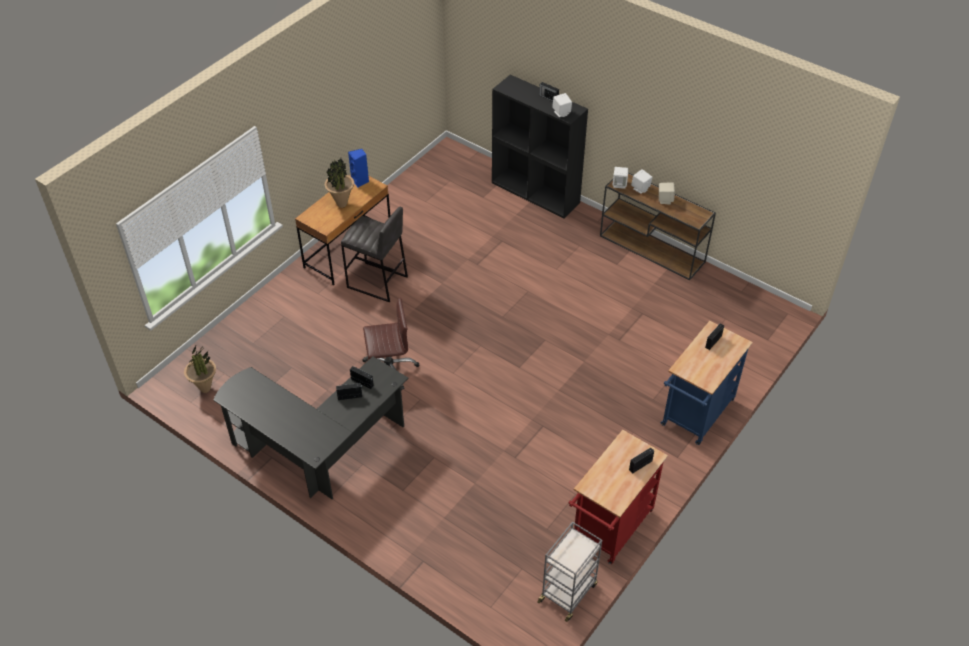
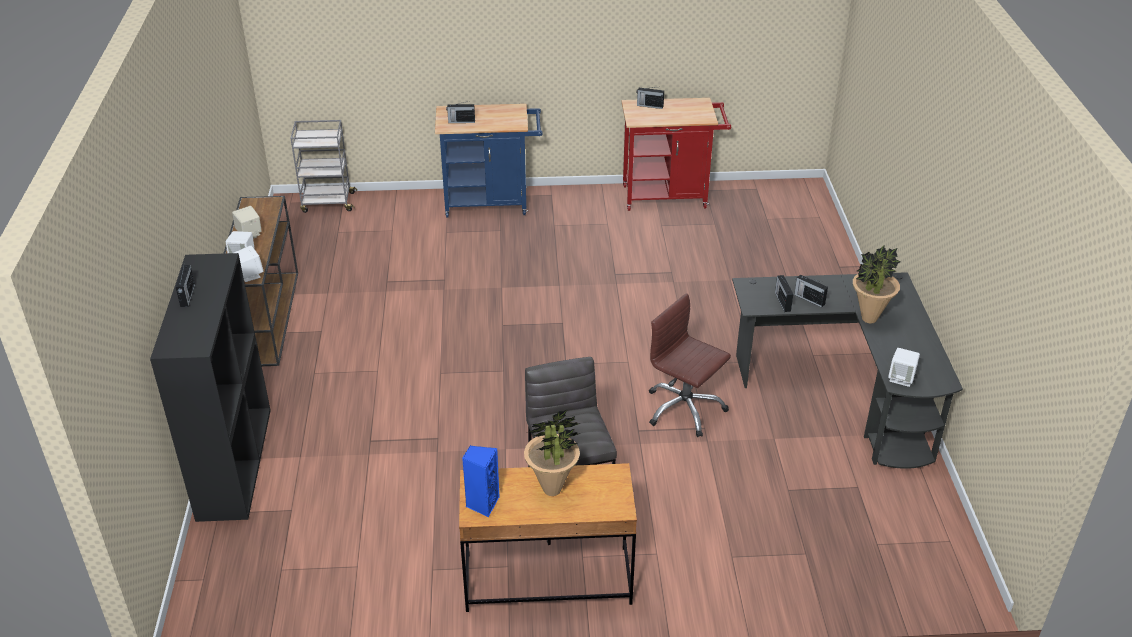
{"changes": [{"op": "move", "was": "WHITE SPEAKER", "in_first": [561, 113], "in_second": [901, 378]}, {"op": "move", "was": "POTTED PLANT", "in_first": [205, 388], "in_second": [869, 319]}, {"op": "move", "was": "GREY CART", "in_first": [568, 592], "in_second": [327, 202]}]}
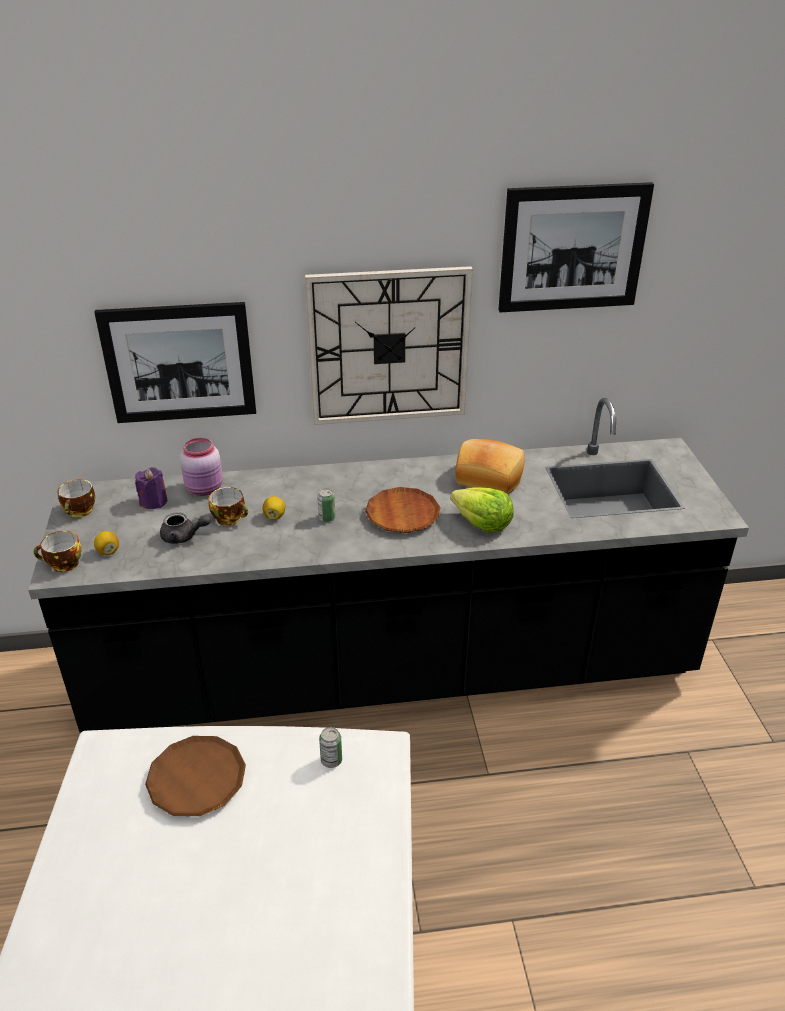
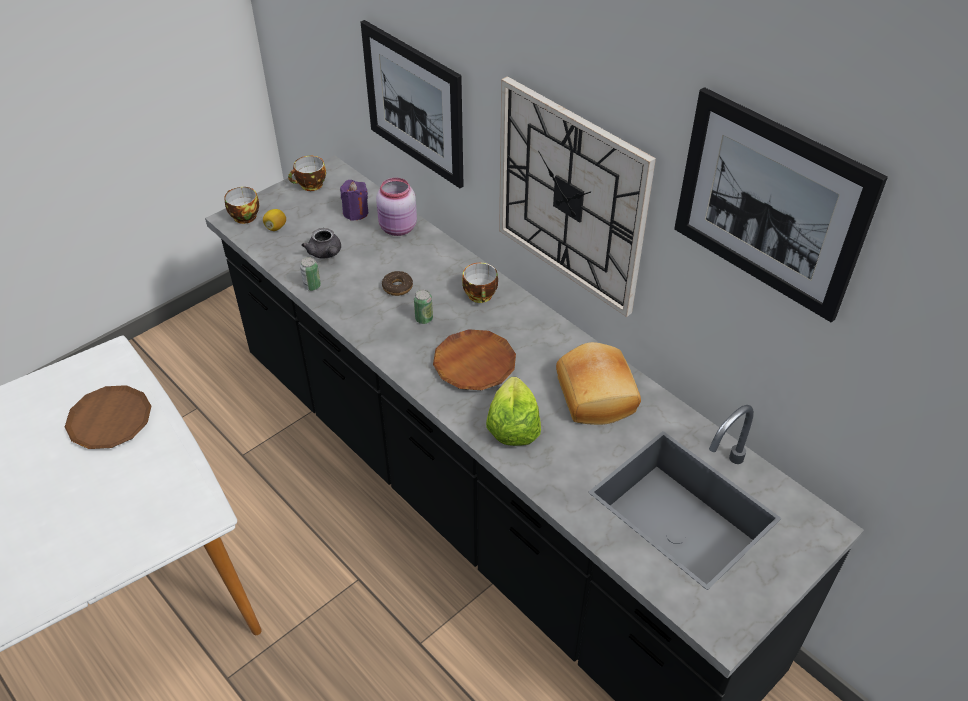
{"changes": [{"op": "move", "was": "CUP", "in_first": [231, 518], "in_second": [481, 296]}, {"op": "replace", "was": "LEMON", "now": "DONUT", "in_first": [274, 516], "in_second": [397, 287]}, {"op": "move", "was": "CAN", "in_first": [331, 760], "in_second": [312, 286]}]}
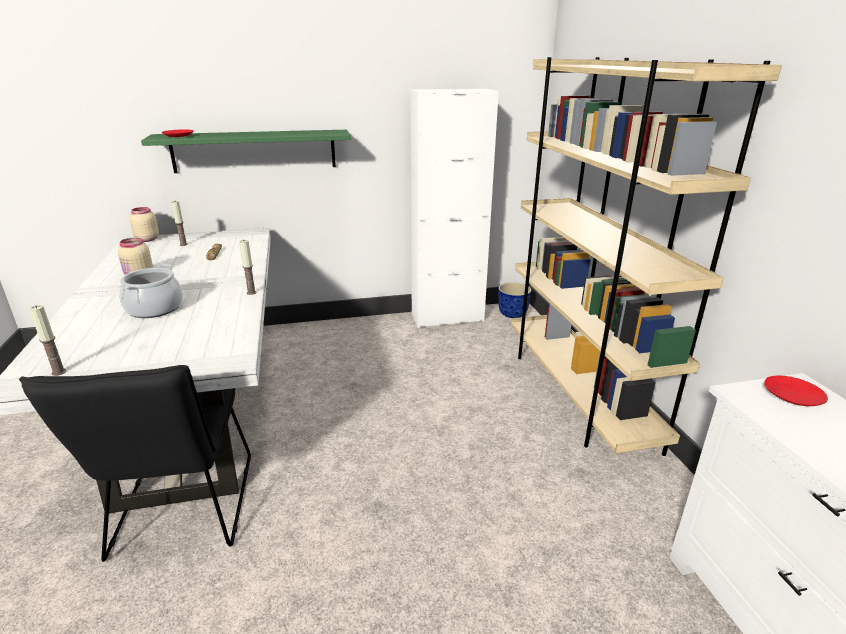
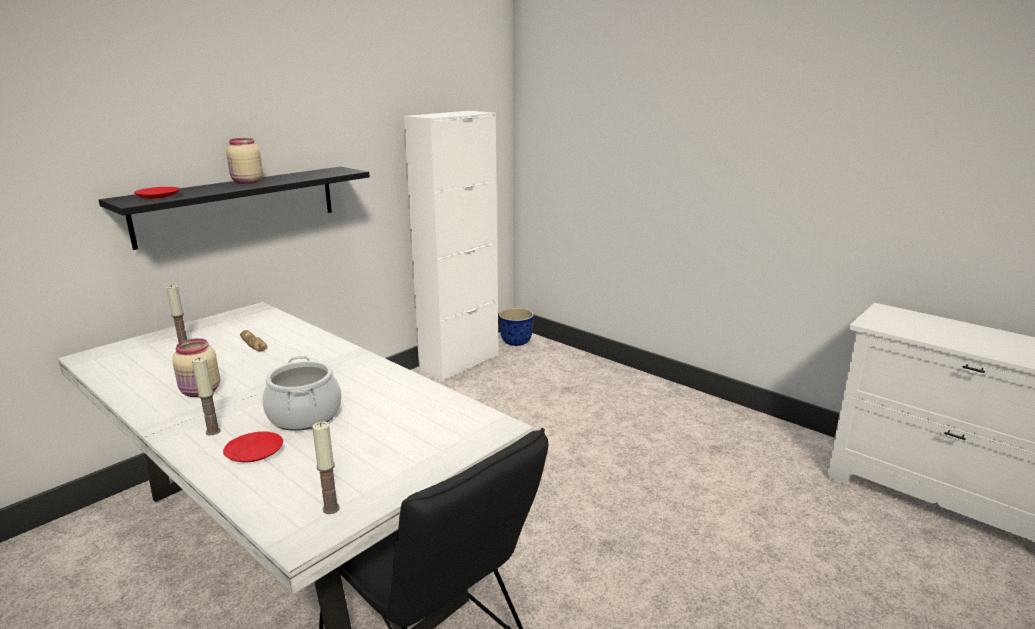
{"changes": [{"op": "delete", "was": "BEIGE BOOKCASE", "in_first": [577, 393]}, {"op": "recolor", "was": "GREEN SHELF", "now": "BLACK SHELF", "in_first": [254, 151], "in_second": [238, 205]}, {"op": "move", "was": "BEIGE JAR", "in_first": [146, 239], "in_second": [246, 182]}, {"op": "move", "was": "CANDLE", "in_first": [251, 292], "in_second": [213, 431]}, {"op": "move", "was": "RED PLATE", "in_first": [791, 396], "in_second": [254, 453]}]}
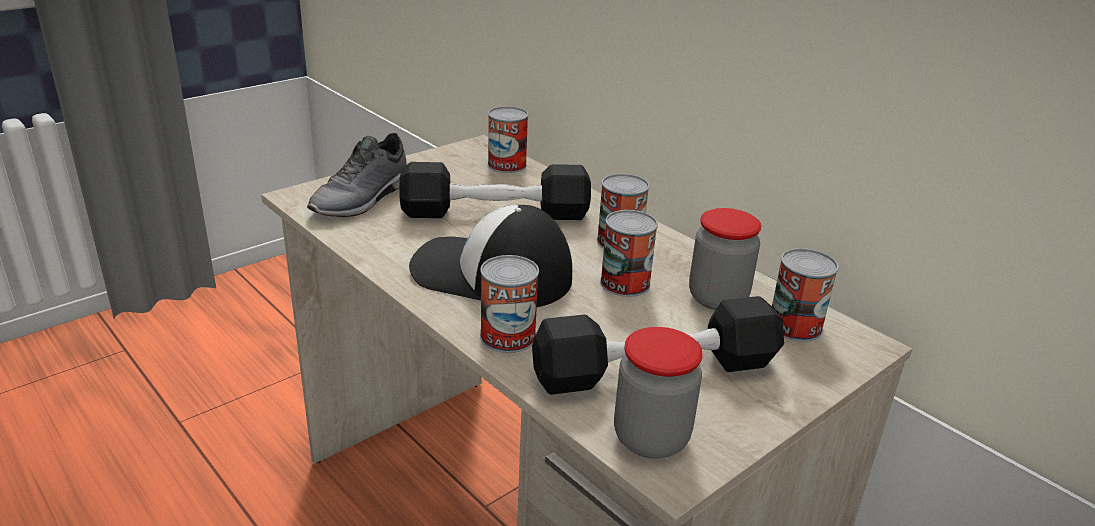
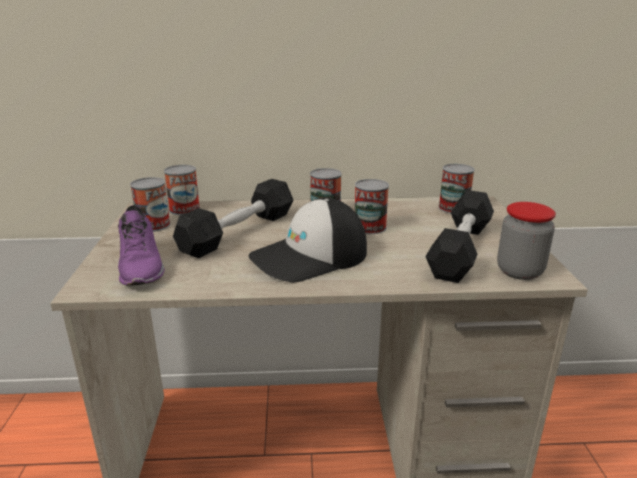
{"changes": [{"op": "recolor", "was": "GREY SHOE", "now": "PURPLE SHOE", "in_first": [364, 199], "in_second": [142, 265]}, {"op": "delete", "was": "JAR", "in_first": [717, 298]}, {"op": "move", "was": "CAN", "in_first": [508, 336], "in_second": [153, 225]}]}
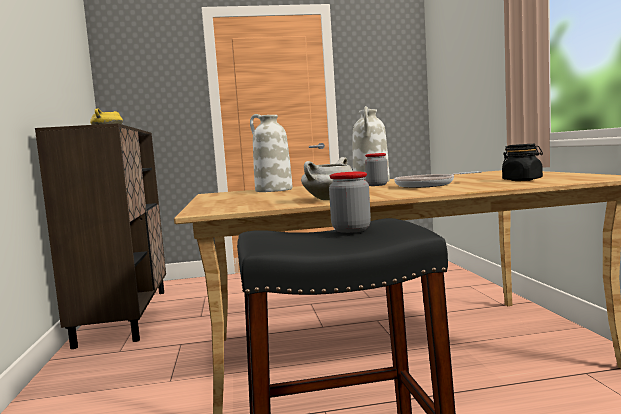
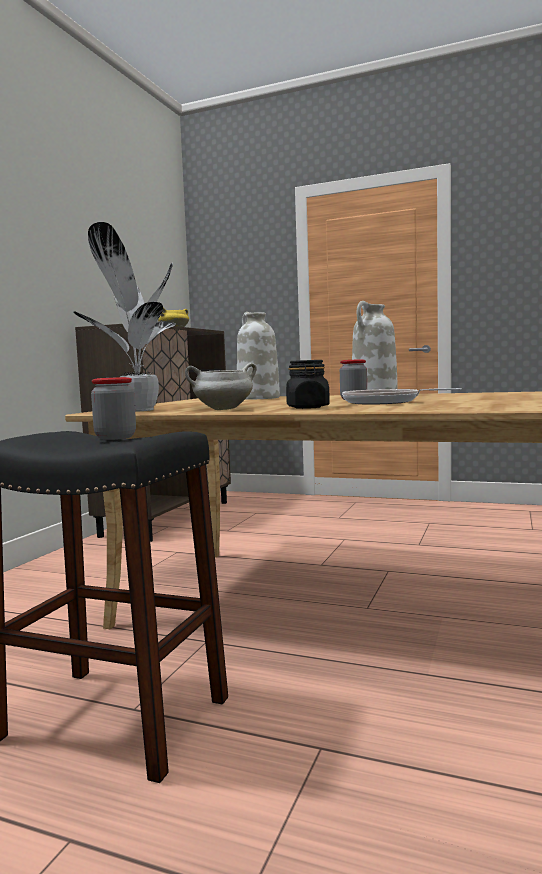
{"changes": [{"op": "move", "was": "BLACK JAR", "in_first": [522, 180], "in_second": [308, 407]}, {"op": "insert", "now": "POTTED PLANT", "in_second": [137, 410]}]}
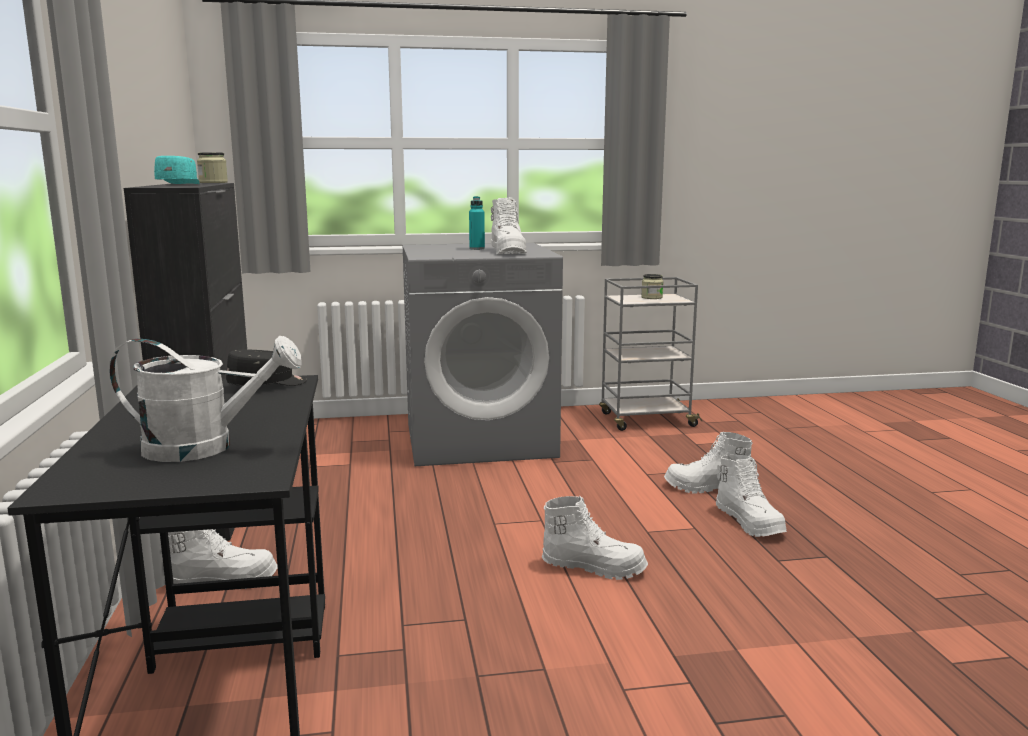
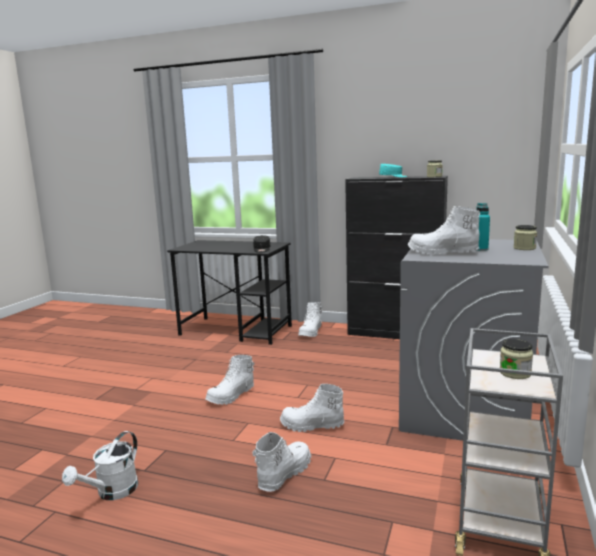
{"changes": [{"op": "move", "was": "WHITE WATERING CAN", "in_first": [205, 447], "in_second": [112, 492]}, {"op": "move", "was": "WHITE BOOT", "in_first": [750, 523], "in_second": [312, 426]}, {"op": "insert", "now": "JAR", "in_second": [524, 248]}]}
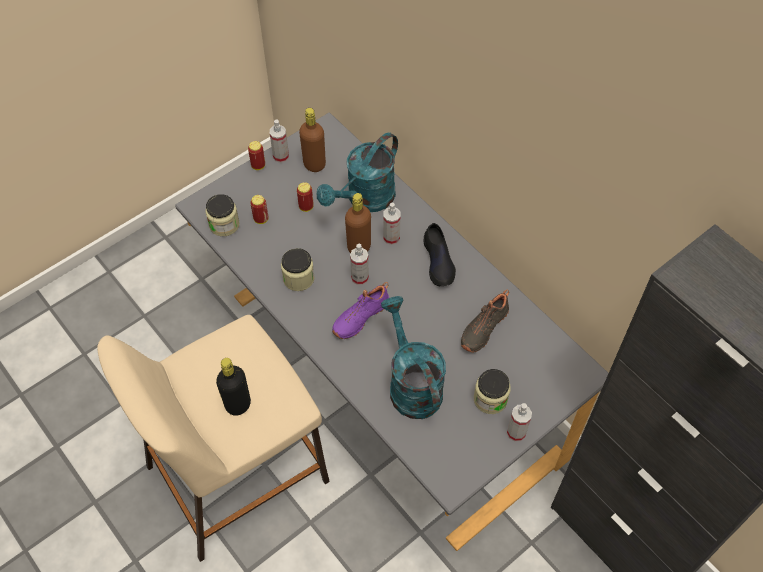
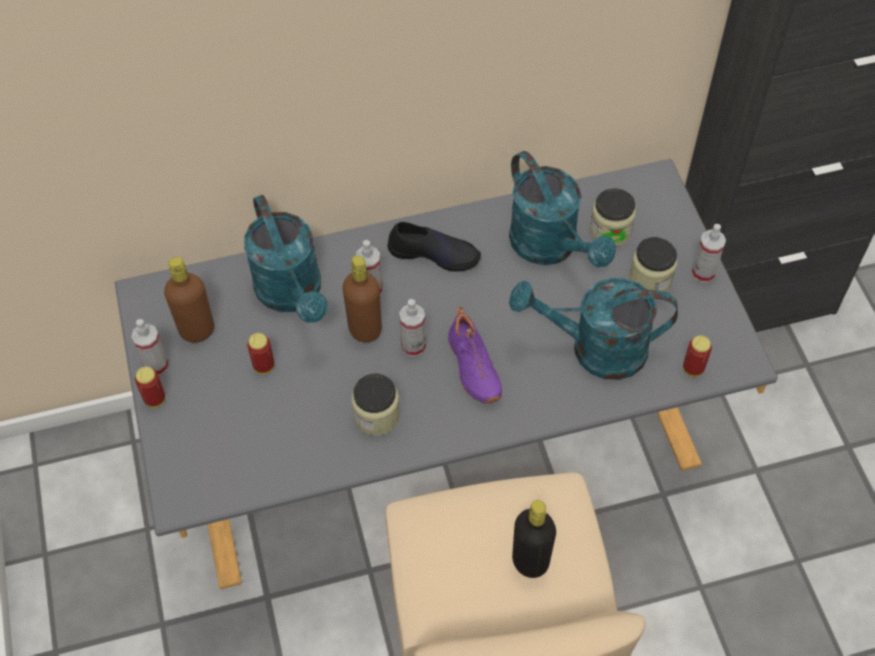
{"changes": [{"op": "move", "was": "JAR", "in_first": [224, 224], "in_second": [610, 230]}, {"op": "move", "was": "CAN", "in_first": [261, 219], "in_second": [693, 368]}, {"op": "replace", "was": "BLACK SHOE", "now": "TURQUOISE WATERING CAN", "in_first": [483, 327], "in_second": [551, 247]}]}
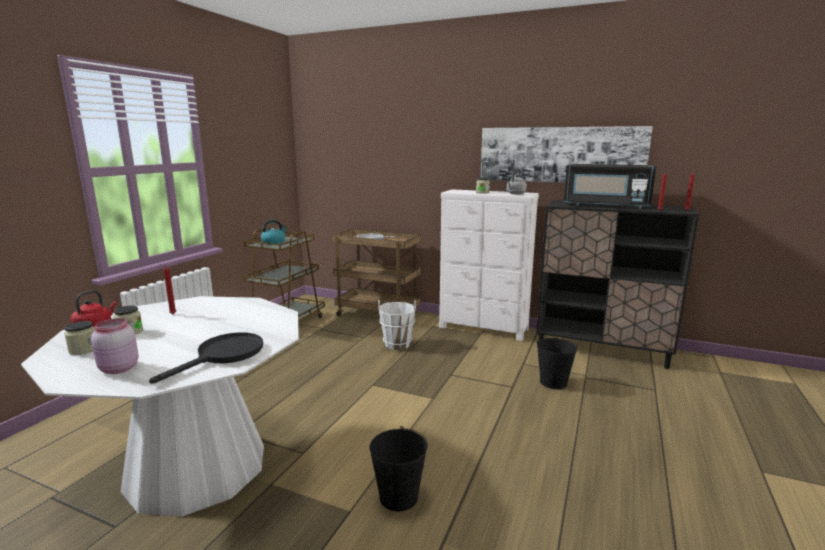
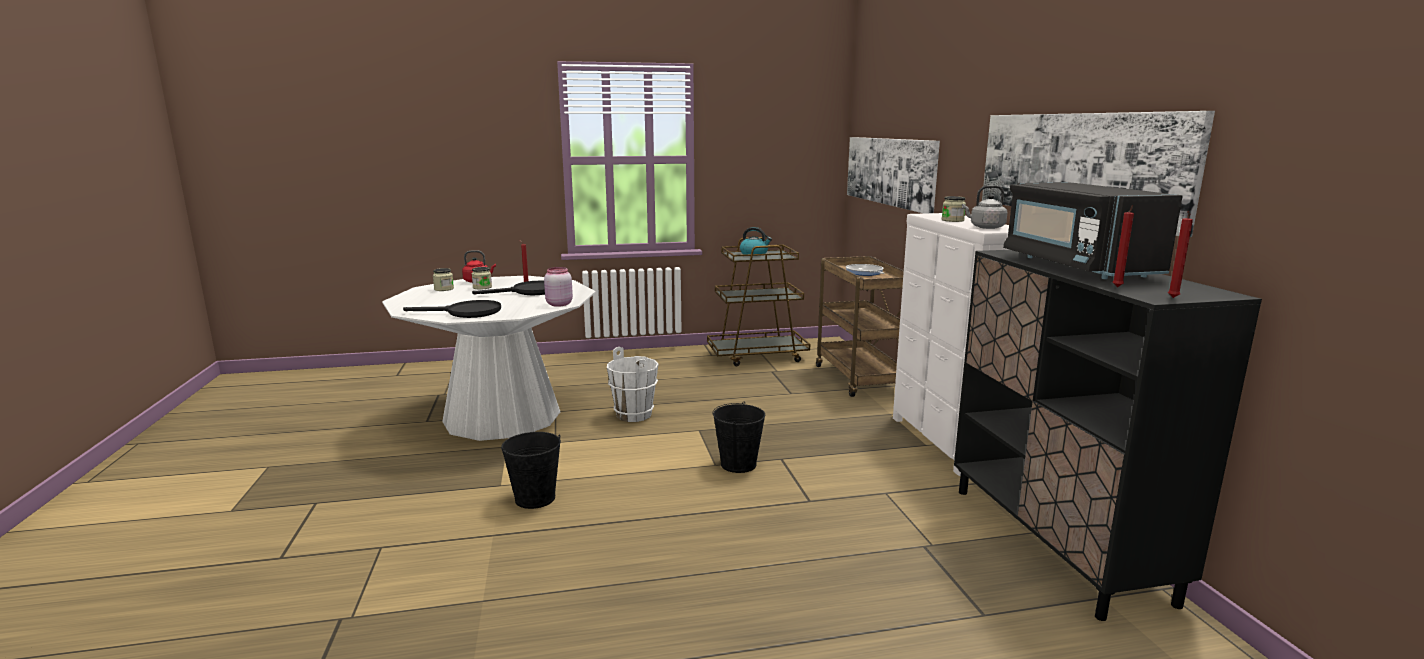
{"changes": [{"op": "move", "was": "WHITE BUCKET", "in_first": [397, 344], "in_second": [634, 415]}, {"op": "move", "was": "PINK JAR", "in_first": [118, 369], "in_second": [558, 304]}, {"op": "move", "was": "BLACK BUCKET", "in_first": [553, 382], "in_second": [738, 464]}, {"op": "insert", "now": "PICTURE", "in_second": [889, 171]}, {"op": "insert", "now": "BLACK FRYING PAN", "in_second": [529, 292]}]}
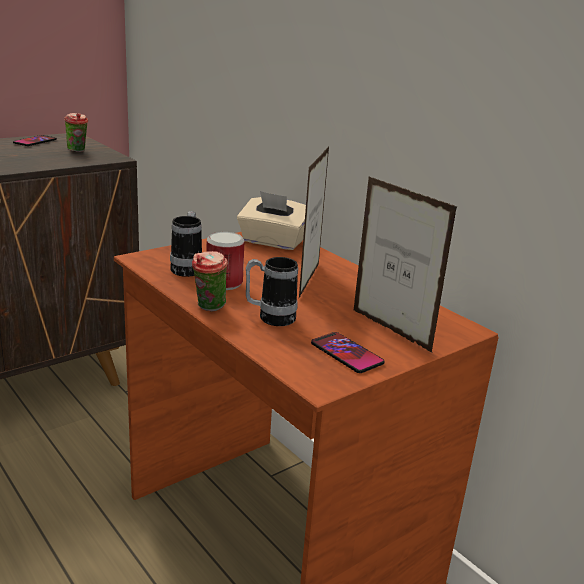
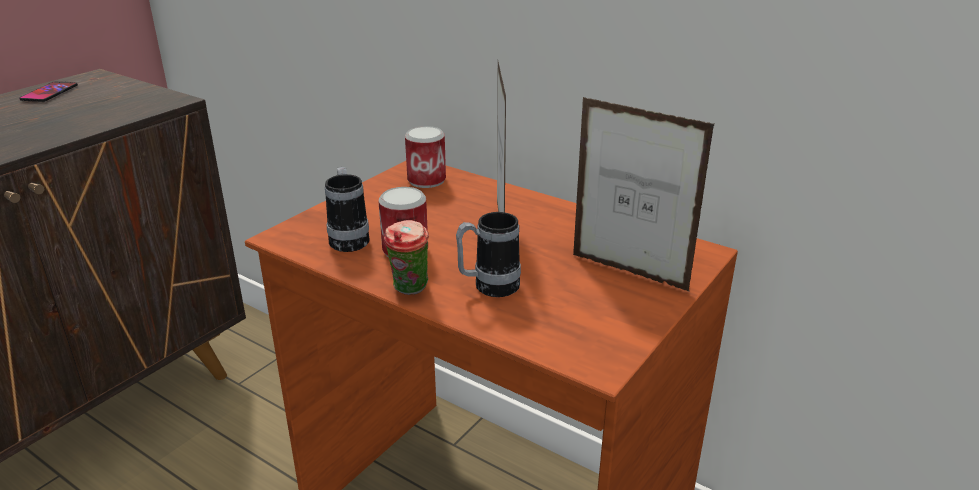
{"changes": [{"op": "delete", "was": "CUP", "in_first": [78, 151]}, {"op": "replace", "was": "BEIGE TISSUE BOX", "now": "CAN", "in_first": [273, 242], "in_second": [426, 180]}, {"op": "delete", "was": "PHONE", "in_first": [346, 353]}]}
